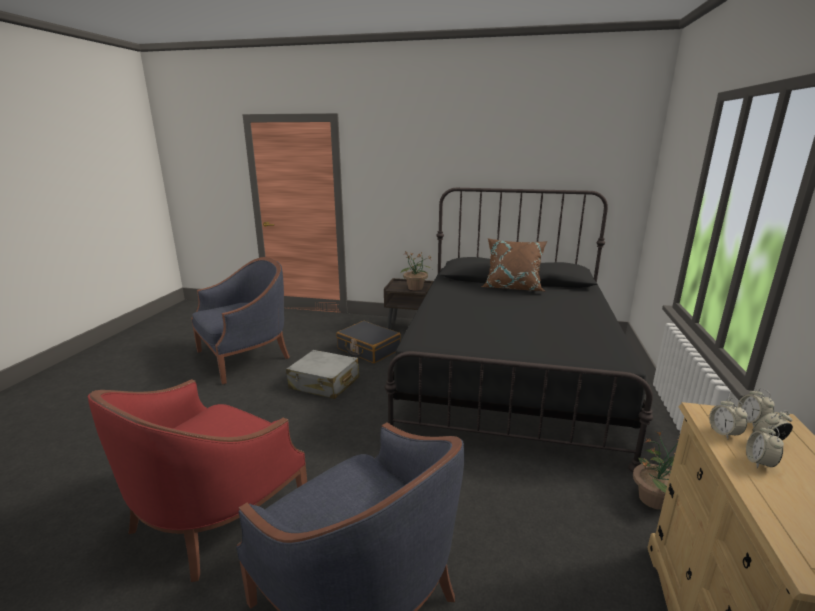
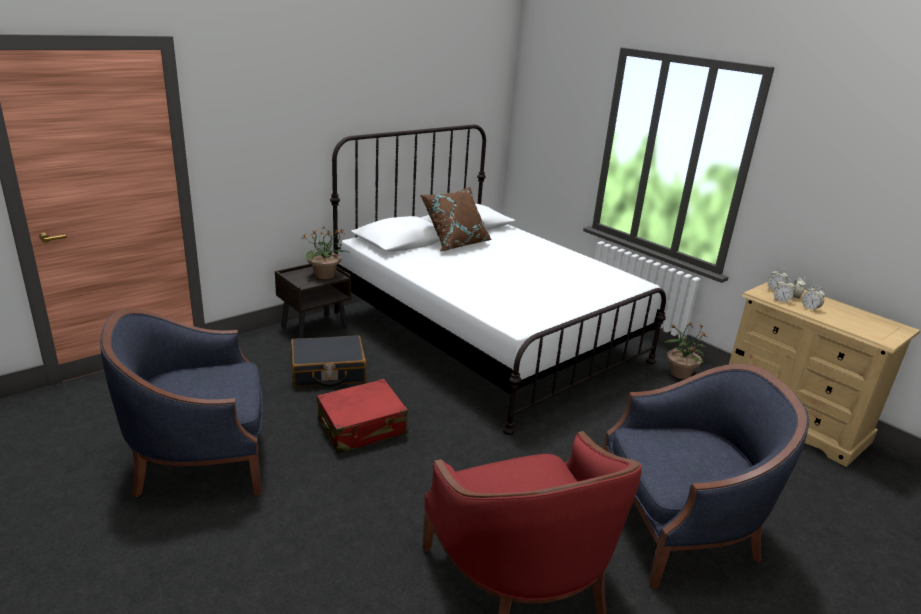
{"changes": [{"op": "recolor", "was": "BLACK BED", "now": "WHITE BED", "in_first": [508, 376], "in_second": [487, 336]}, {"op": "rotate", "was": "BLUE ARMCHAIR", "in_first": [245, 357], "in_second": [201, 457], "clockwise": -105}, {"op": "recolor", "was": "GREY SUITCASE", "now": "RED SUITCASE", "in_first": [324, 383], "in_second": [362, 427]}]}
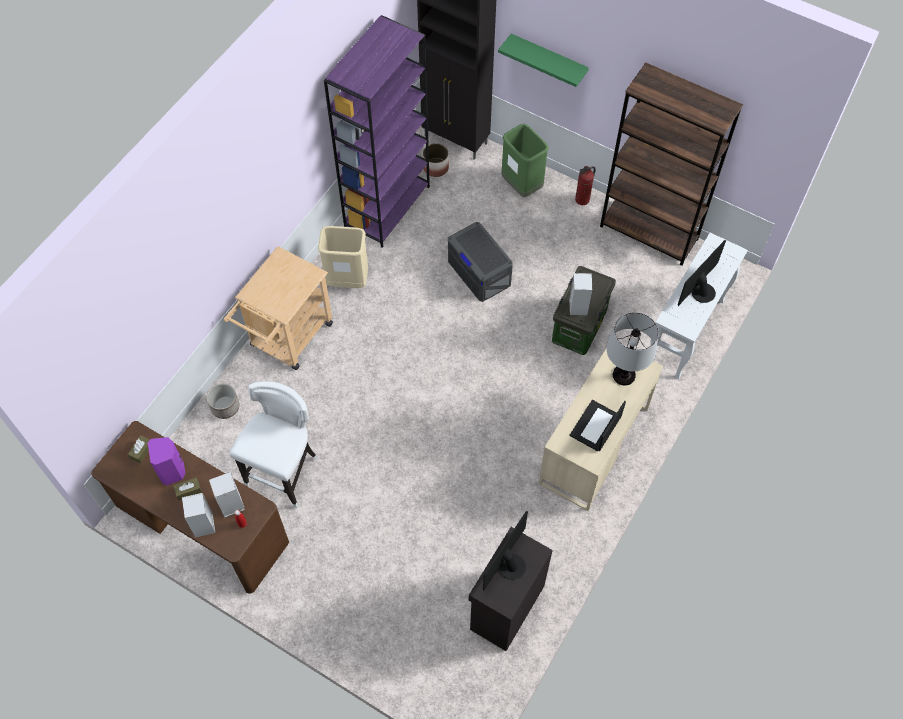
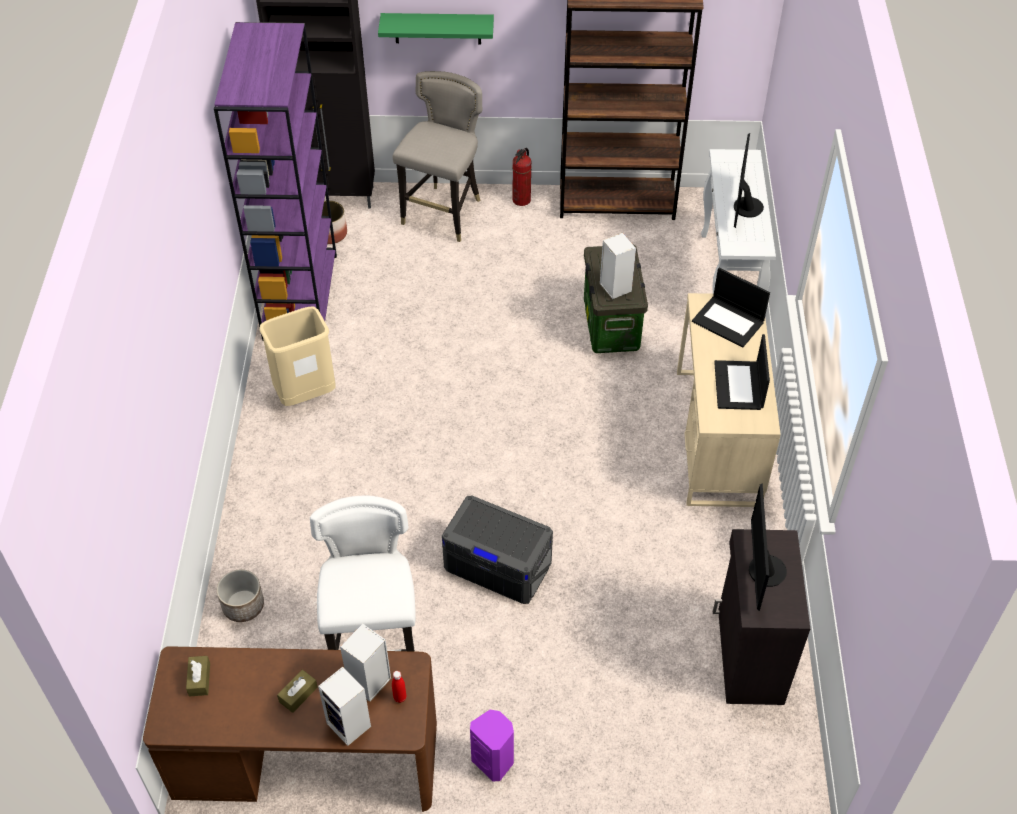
{"changes": [{"op": "replace", "was": "GREEN TRASH CAN", "now": "GREY STOOL", "in_first": [522, 186], "in_second": [444, 213]}, {"op": "move", "was": "GREY STORAGE BOX", "in_first": [479, 272], "in_second": [497, 565]}, {"op": "delete", "was": "BEIGE CART", "in_first": [287, 340]}, {"op": "replace", "was": "TABLE LAMP", "now": "LAPTOP", "in_first": [624, 375], "in_second": [729, 321]}, {"op": "move", "was": "PURPLE SPEAKER", "in_first": [173, 471], "in_second": [494, 761]}]}
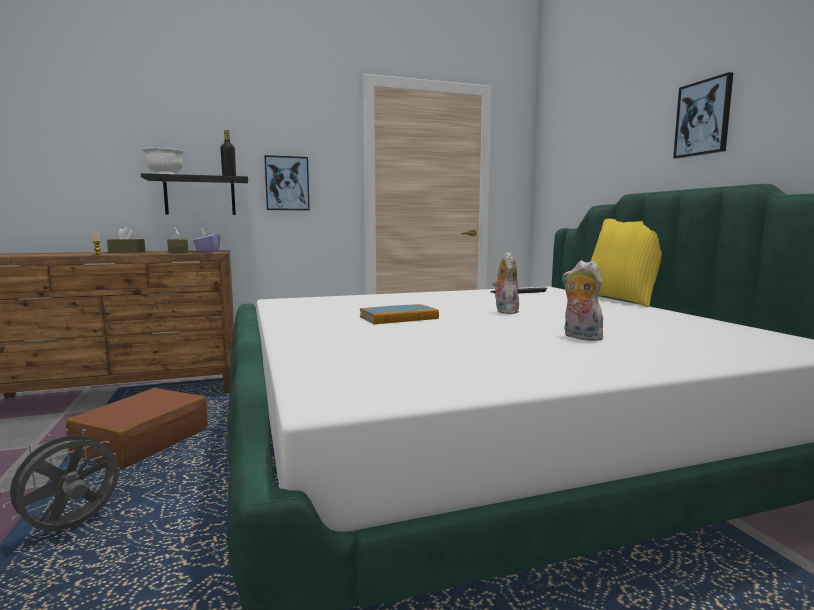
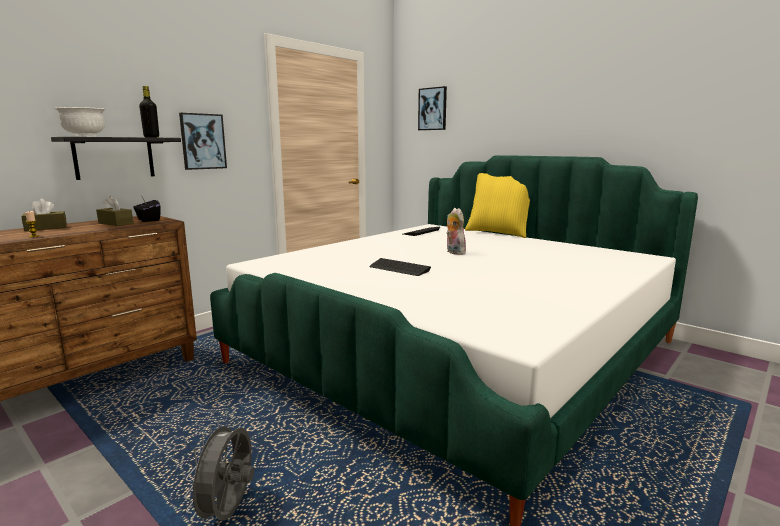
{"changes": [{"op": "move", "was": "PICTURE", "in_first": [703, 118], "in_second": [432, 109]}, {"op": "recolor", "was": "PURPLE TISSUE BOX", "now": "BLACK TISSUE BOX", "in_first": [207, 251], "in_second": [148, 220]}, {"op": "delete", "was": "PLUSH TOY", "in_first": [579, 337]}, {"op": "replace", "was": "BOOK", "now": "KEYBOARD", "in_first": [398, 318], "in_second": [399, 268]}, {"op": "delete", "was": "BROWN SUITCASE", "in_first": [142, 441]}]}
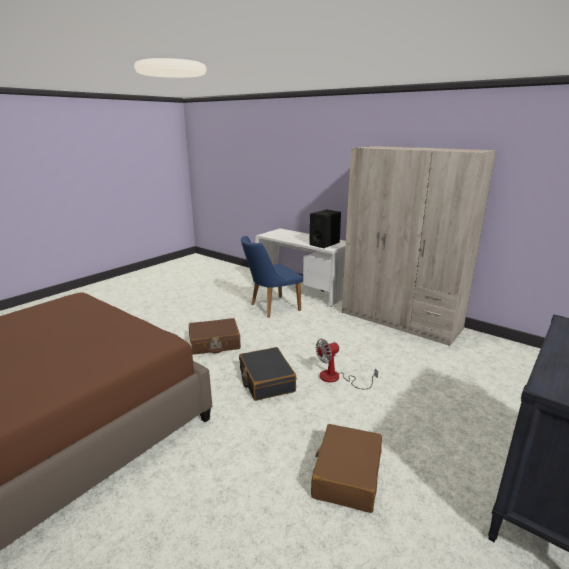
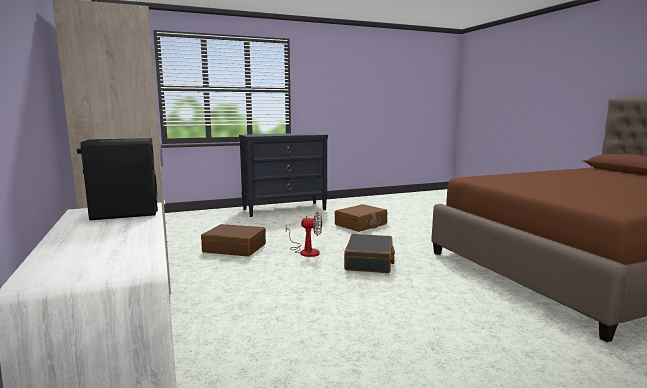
{"changes": [{"op": "delete", "was": "BLUE CHAIR", "in_first": [270, 308]}, {"op": "move", "was": "BROWN SUITCASE", "in_first": [214, 343], "in_second": [235, 248]}]}
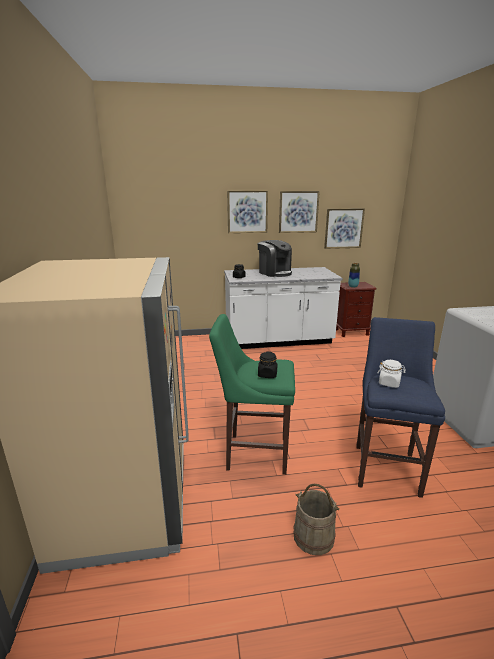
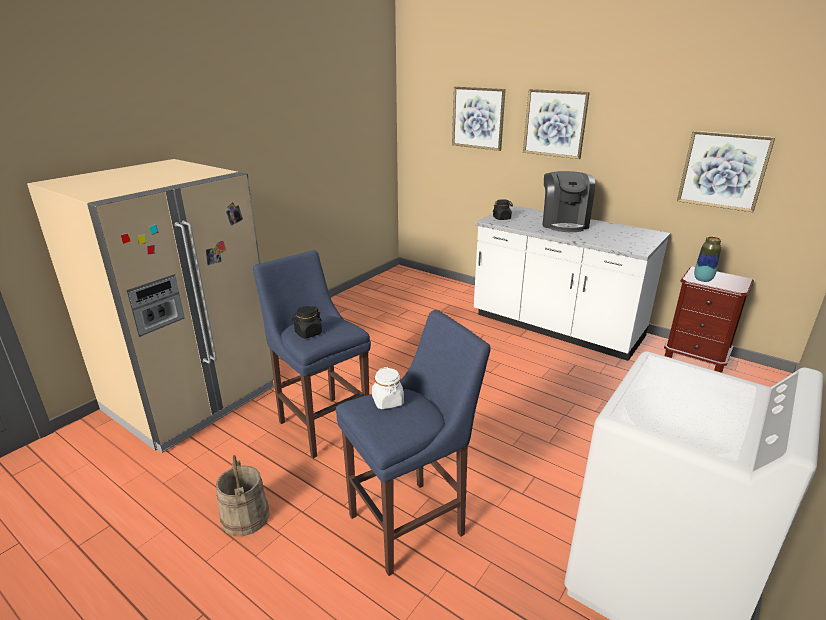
{"changes": [{"op": "move", "was": "PICTURE", "in_first": [298, 212], "in_second": [478, 118]}, {"op": "recolor", "was": "GREEN STOOL", "now": "BLUE STOOL", "in_first": [253, 452], "in_second": [322, 423]}]}
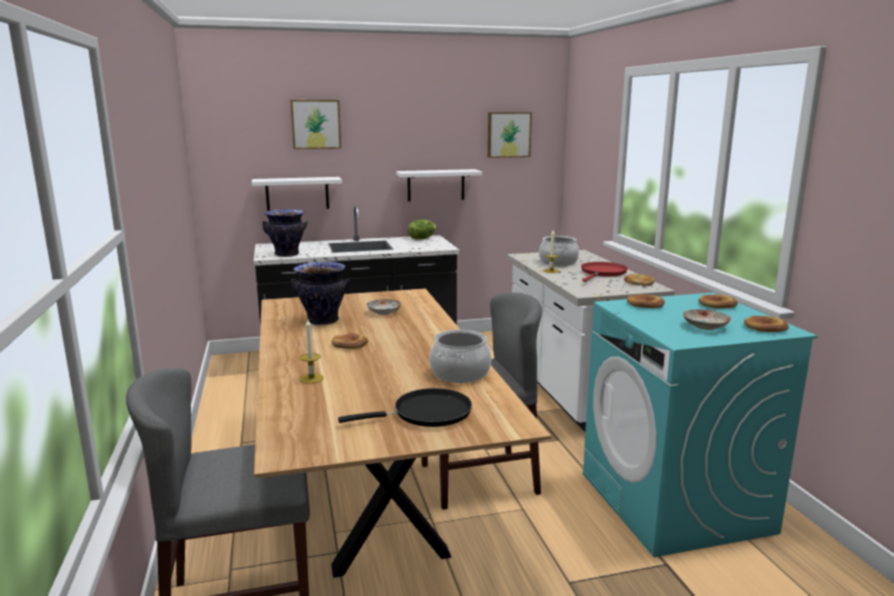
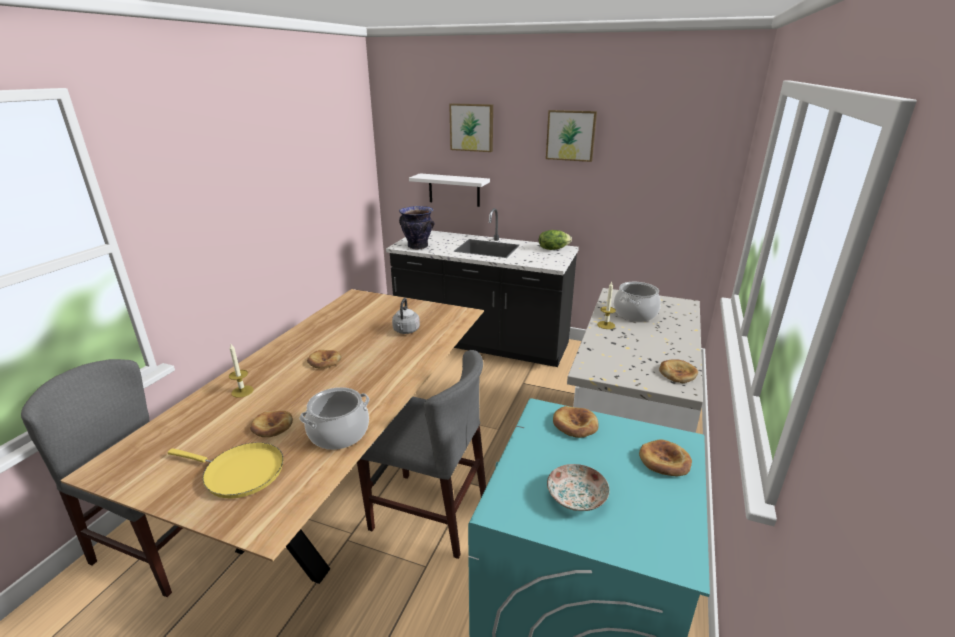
{"changes": [{"op": "move", "was": "PICTURE", "in_first": [508, 134], "in_second": [571, 135]}, {"op": "delete", "was": "WHITE SHELF", "in_first": [436, 185]}, {"op": "delete", "was": "VASE", "in_first": [323, 321]}, {"op": "delete", "was": "RED FRYING PAN", "in_first": [602, 273]}, {"op": "replace", "was": "PLATE", "now": "GREY KETTLE", "in_first": [384, 312], "in_second": [406, 331]}, {"op": "move", "was": "BREAD", "in_first": [765, 327], "in_second": [272, 426]}, {"op": "recolor", "was": "BLACK FRYING PAN", "now": "YELLOW FRYING PAN", "in_first": [426, 413], "in_second": [239, 472]}]}
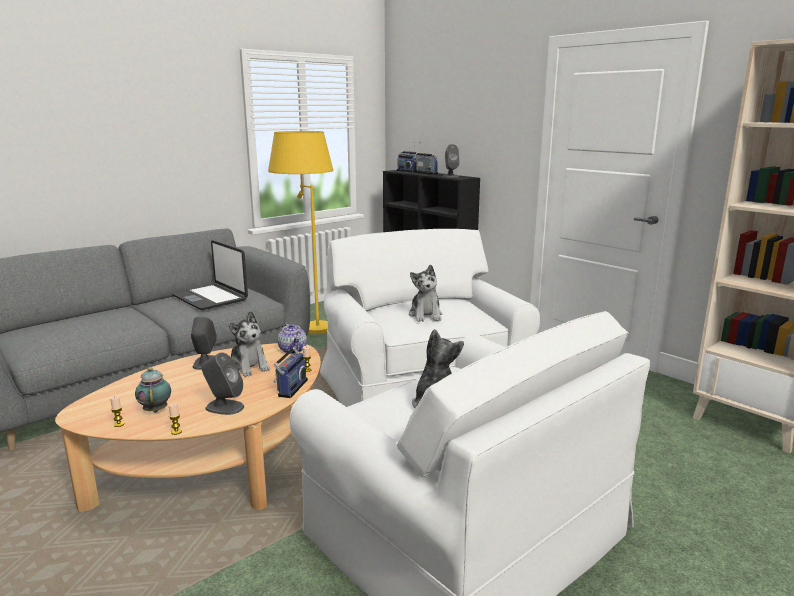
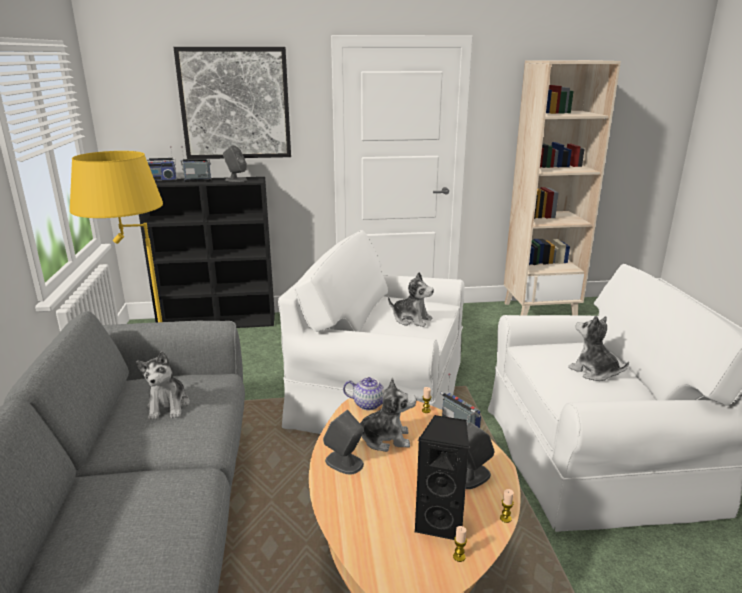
{"changes": [{"op": "replace", "was": "LAPTOP", "now": "PLUSH TOY", "in_first": [211, 298], "in_second": [168, 406]}, {"op": "replace", "was": "TEAPOT", "now": "BLACK SPEAKER", "in_first": [156, 409], "in_second": [441, 522]}, {"op": "insert", "now": "PICTURE", "in_second": [235, 104]}]}
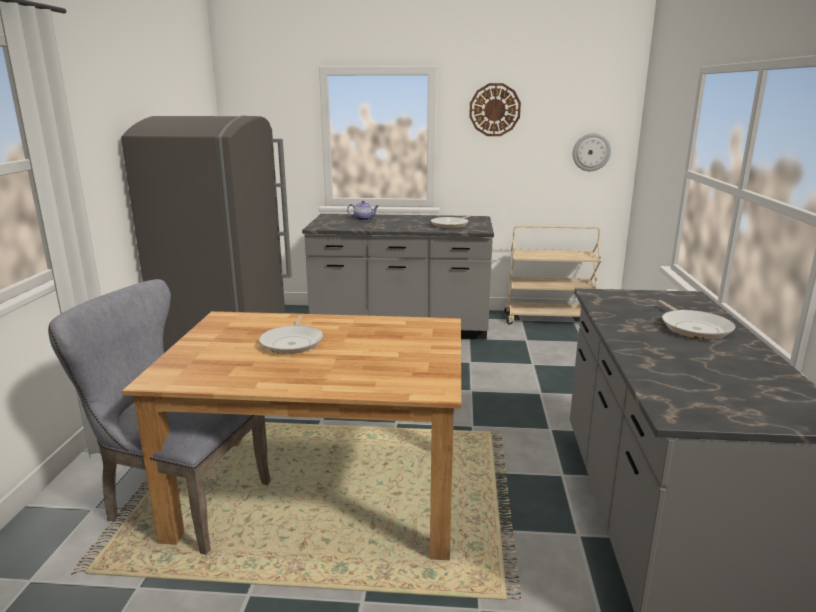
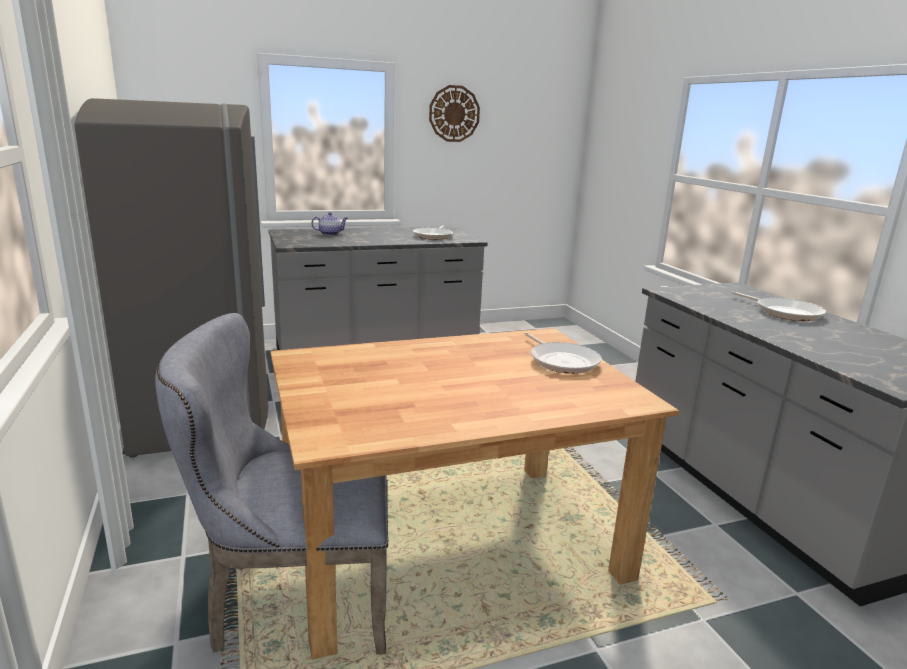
{"changes": [{"op": "delete", "was": "WALL CLOCK", "in_first": [591, 152]}, {"op": "delete", "was": "BEIGE CART", "in_first": [548, 319]}, {"op": "move", "was": "FRYING PAN", "in_first": [293, 342], "in_second": [562, 361]}]}
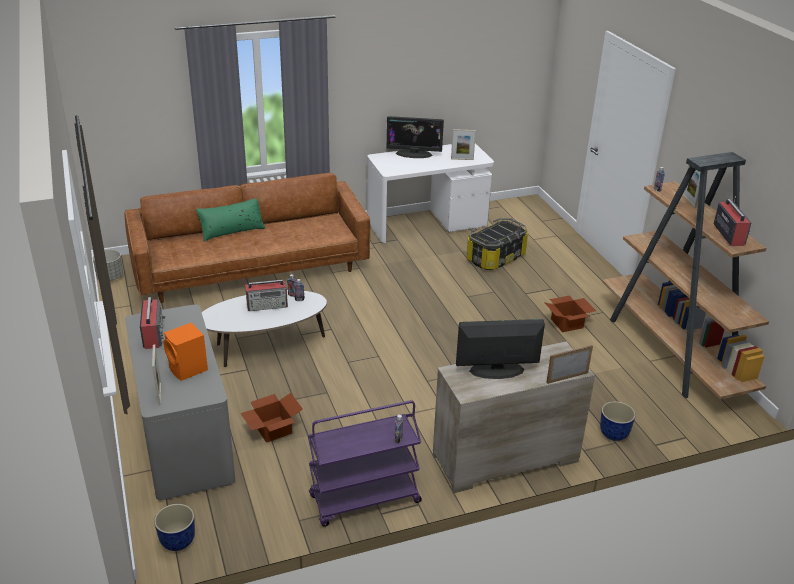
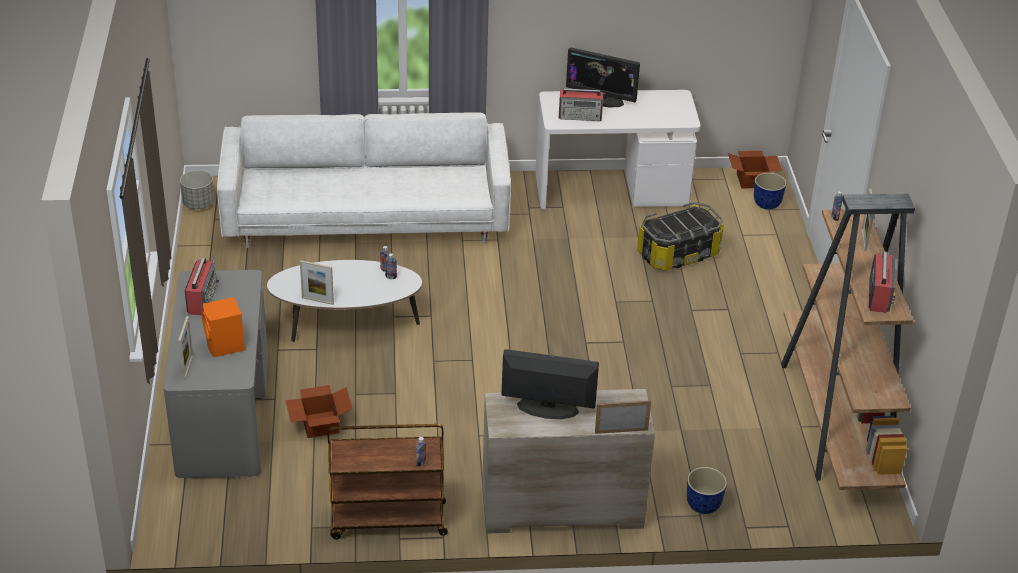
{"changes": [{"op": "move", "was": "PICTURE FRAME", "in_first": [462, 159], "in_second": [317, 300]}, {"op": "recolor", "was": "BROWN SOFA", "now": "WHITE SOFA", "in_first": [251, 268], "in_second": [366, 218]}, {"op": "delete", "was": "GREEN PILLOW", "in_first": [232, 231]}, {"op": "move", "was": "RADIO", "in_first": [268, 305], "in_second": [580, 116]}, {"op": "move", "was": "CARDBOARD BOX", "in_first": [568, 323], "in_second": [752, 181]}, {"op": "recolor", "was": "PURPLE CART", "now": "BROWN CART", "in_first": [364, 500], "in_second": [387, 521]}, {"op": "move", "was": "PLANTER", "in_first": [177, 542], "in_second": [766, 204]}]}
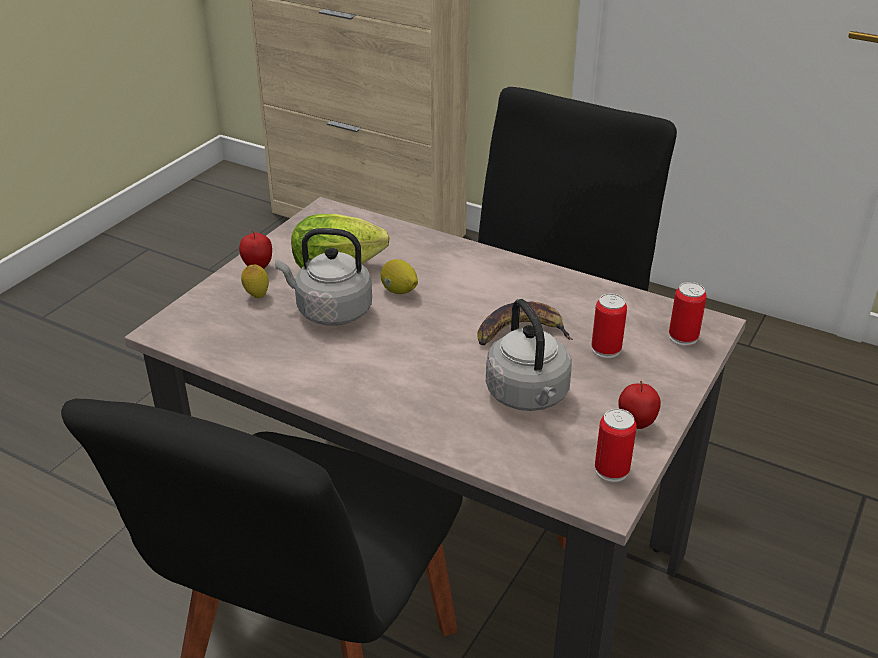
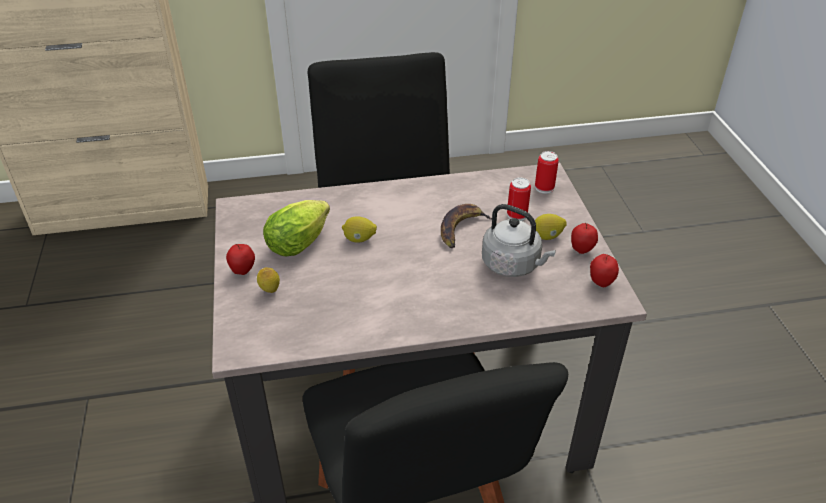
{"changes": [{"op": "delete", "was": "GREY KETTLE", "in_first": [330, 311]}, {"op": "replace", "was": "CAN", "now": "APPLE", "in_first": [611, 470], "in_second": [601, 282]}, {"op": "insert", "now": "LEMON", "in_second": [547, 236]}]}
